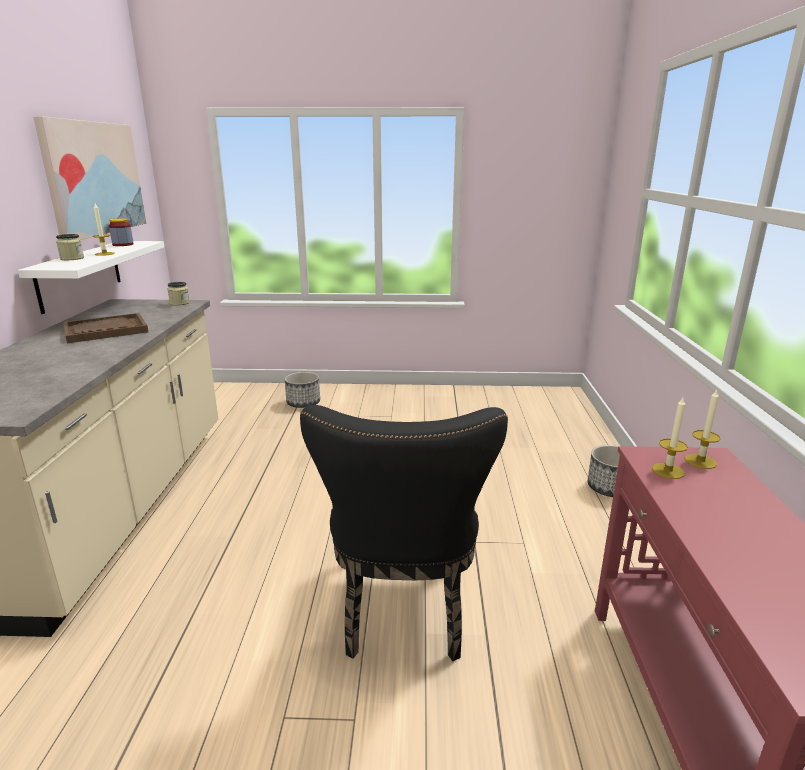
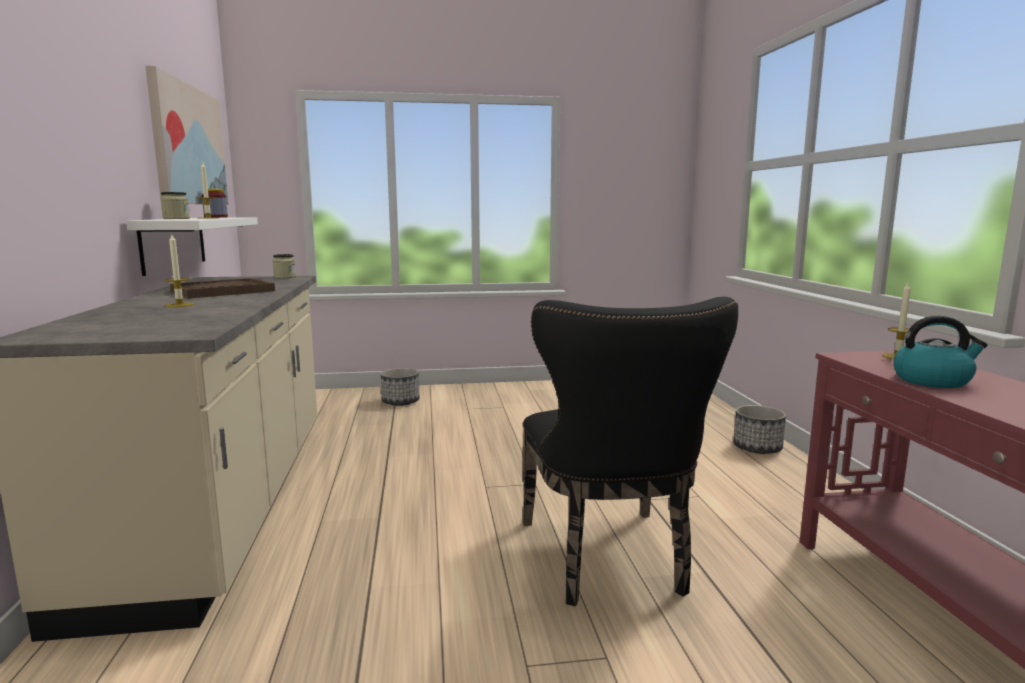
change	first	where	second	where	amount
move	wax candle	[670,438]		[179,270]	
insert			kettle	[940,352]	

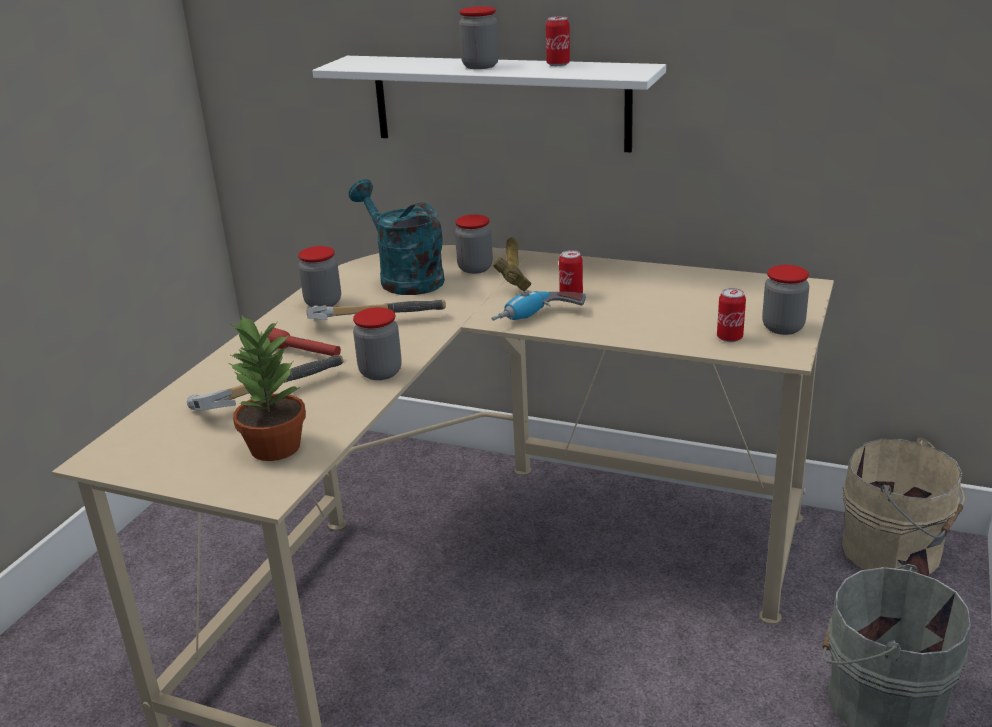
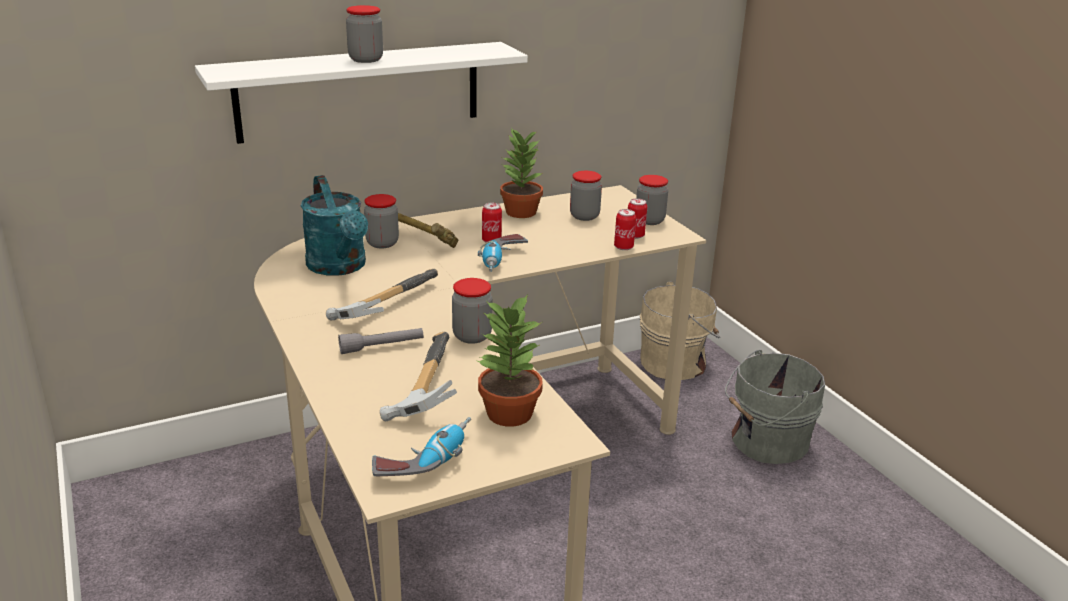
change	first	where	second	where	amount
move	sealed can	[558,41]		[625,229]	
rotate	turquoise-coloured watering can	[397,237]		[334,225]	120 degrees counterclockwise
move	preserve jar	[319,276]		[586,196]	
recolor	reddish torch	[304,342]	grey torch	[380,341]	
insert			plant in a pot	[521,173]	
insert			drill	[421,446]	

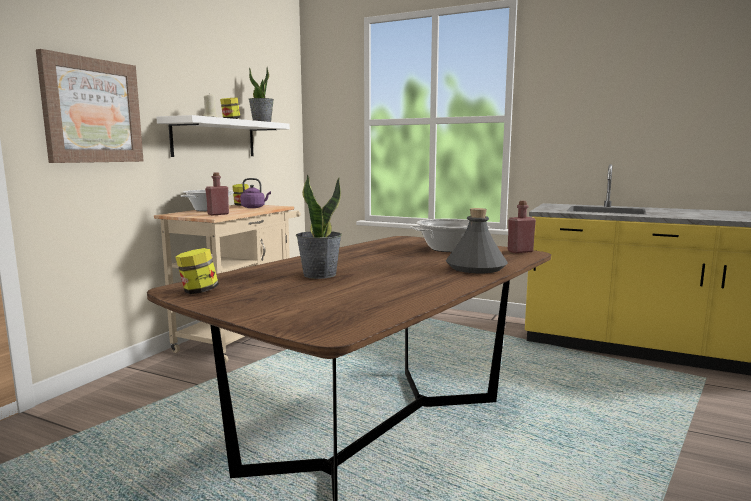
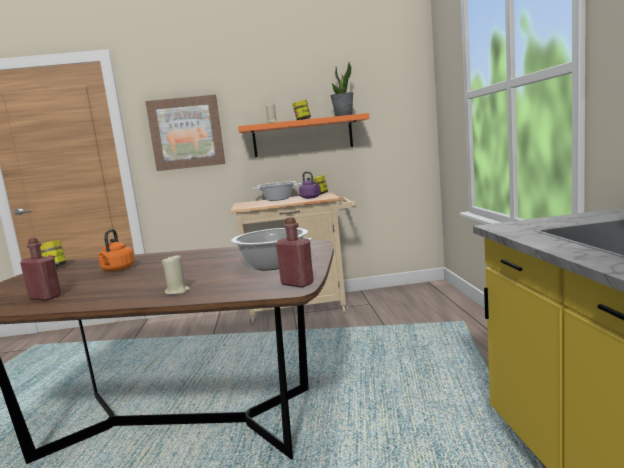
change	first	where	second	where	amount
recolor	whitish shelf	[223,136]	orangey shelf	[303,135]	
move	reddish drink bottle	[217,193]		[40,269]	
replace	plant in a pot	[319,226]	orangey kettle	[116,250]	
replace	grey drink bottle	[477,240]	beige-coloured wax candle	[176,274]	

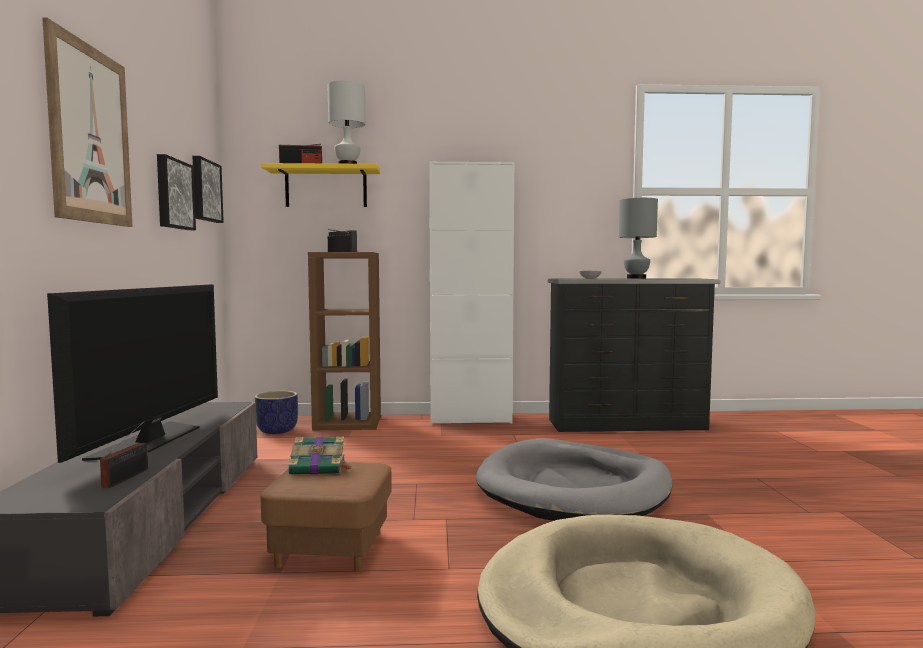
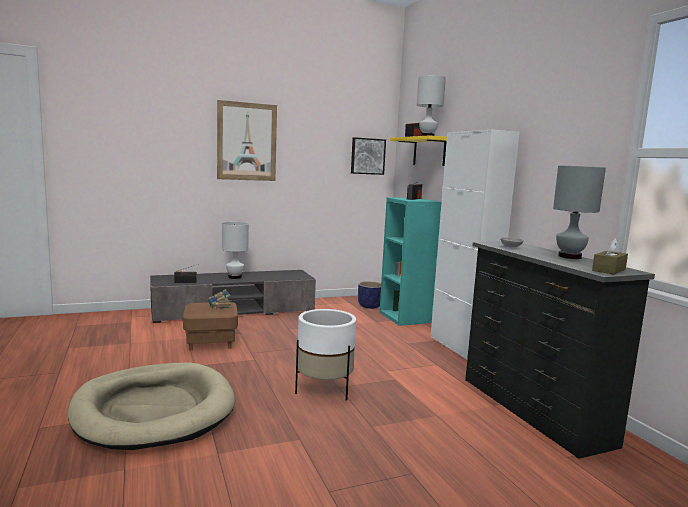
change	first	where	second	where	amount
delete	wall picture	[176,192]			
recolor	brown bookcase	[344,341]	turquoise-coloured bookcase	[410,261]	
replace	TV	[132,373]	whitish lamp for a table	[235,250]	
replace	grey dog bed	[574,479]	whitish flower pot	[325,355]	
insert			brown tissue box	[610,256]	

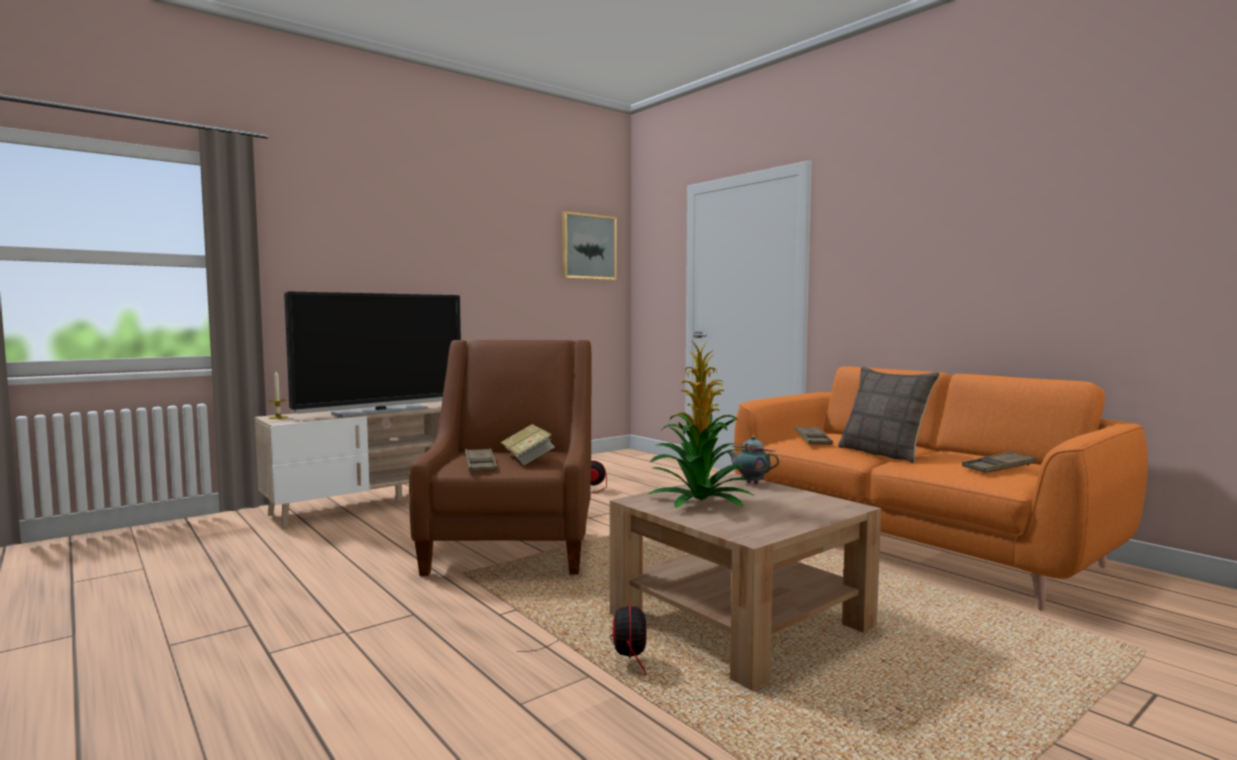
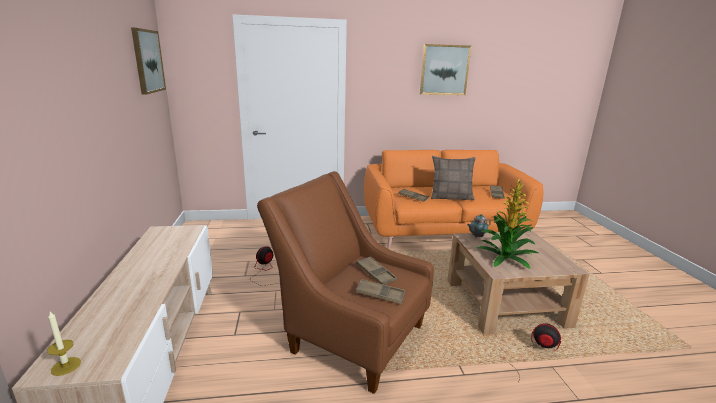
change	first	where	second	where	amount
delete	TV	[372,355]			
replace	volume	[528,444]	brown serving tray	[376,270]	
insert			wall picture	[445,69]	

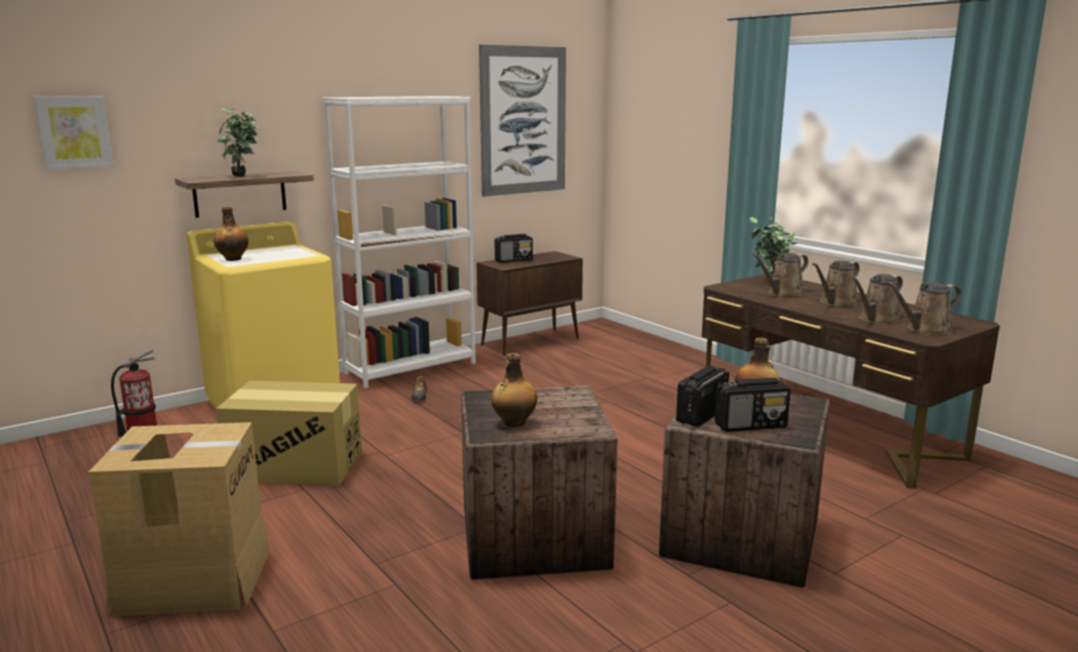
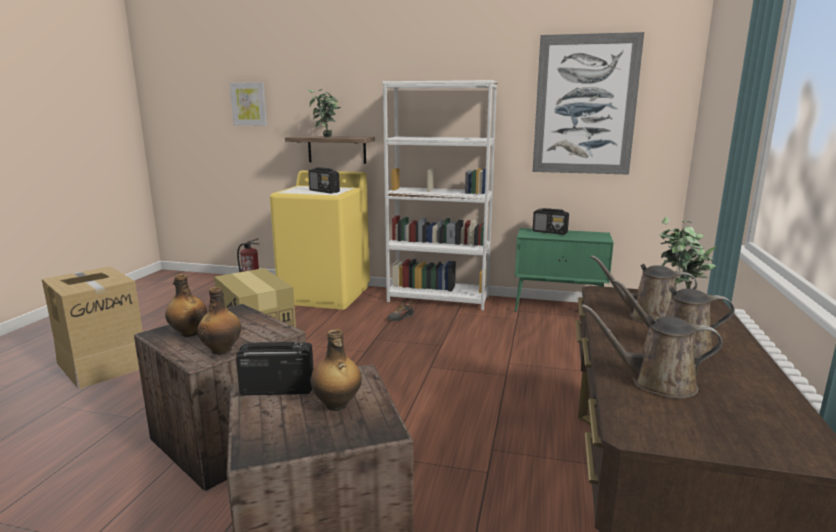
change	first	where	second	where	amount
move	drink bottle	[231,233]		[219,321]	
recolor	brown cabinet	[530,303]	green-coloured cabinet	[564,270]	
delete	brown watering can	[924,308]			
move	radio receiver	[753,405]		[324,180]	

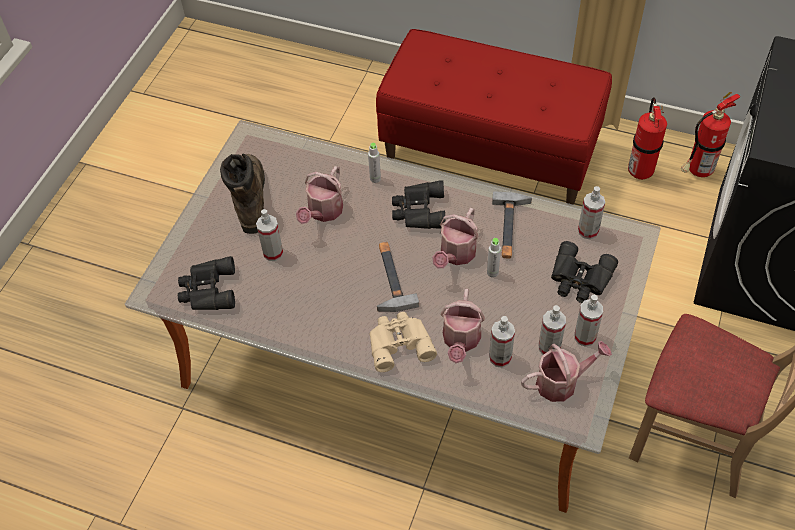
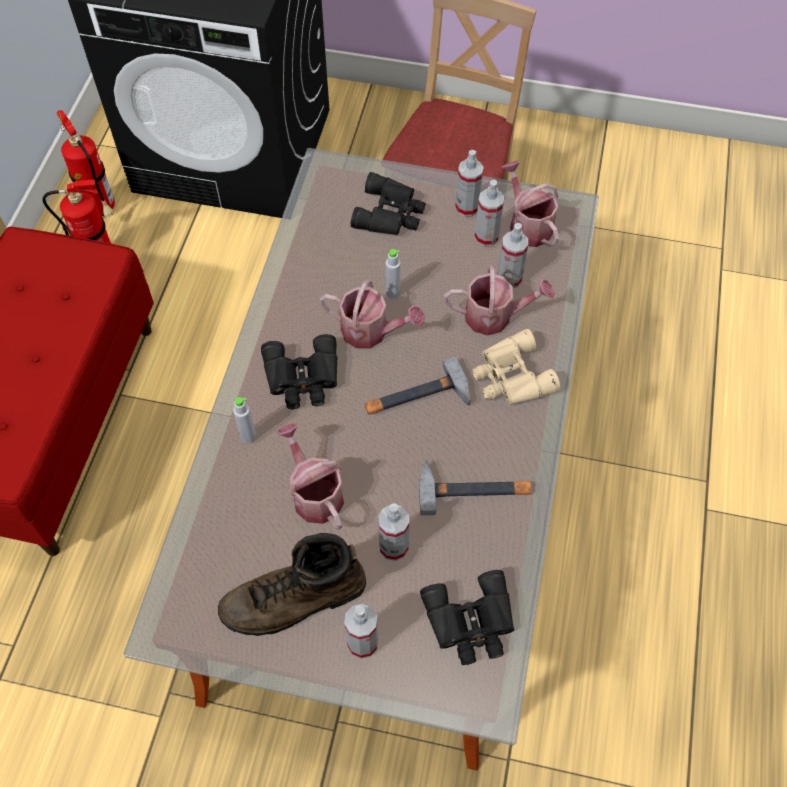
change	first	where	second	where	amount
rotate	watering can	[319,195]		[310,476]	135 degrees counterclockwise
move	spray bottle	[591,212]		[361,631]	
move	hand hammer	[512,225]		[475,487]	

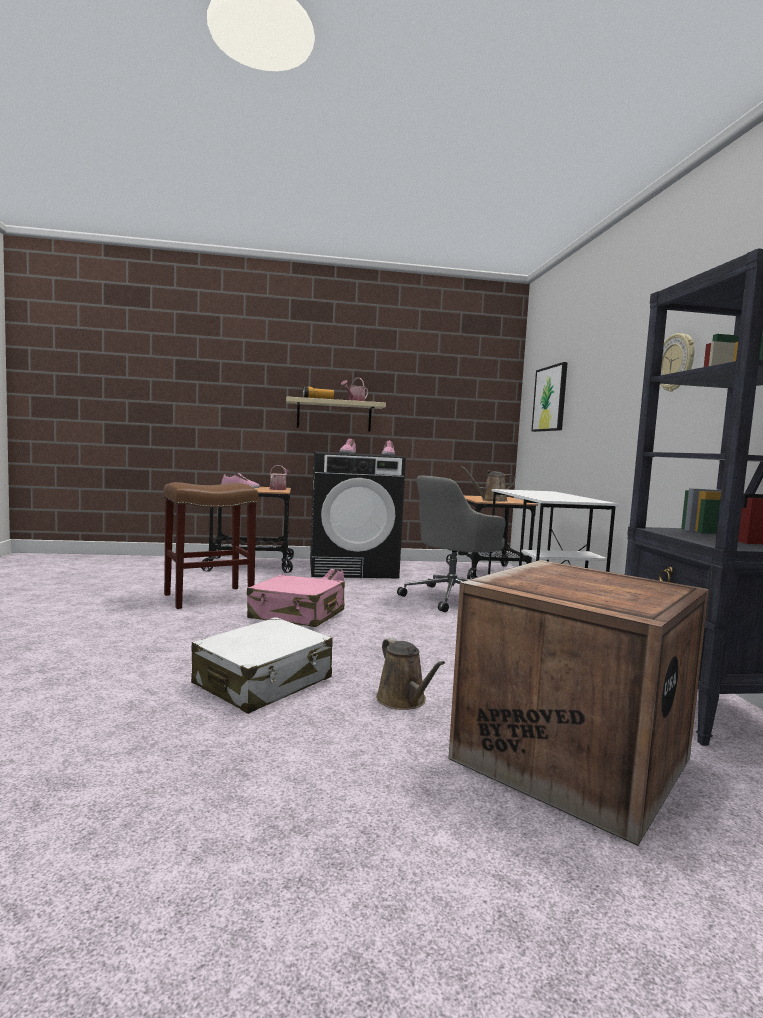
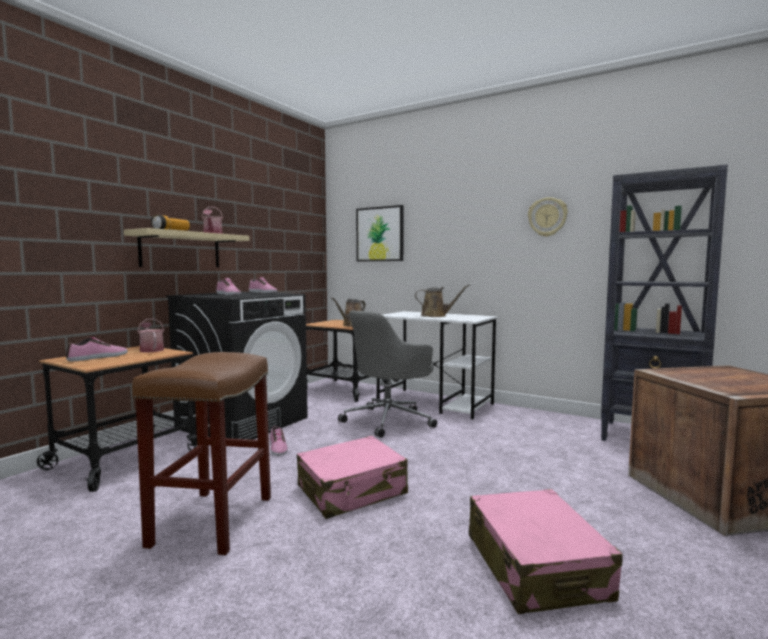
change	first	where	second	where	amount
rotate	grey desk chair	[451,543]		[387,374]	45 degrees clockwise
recolor	whitish suitcase	[262,665]	pink suitcase	[546,551]	
move	brown watering can	[410,674]		[442,300]	

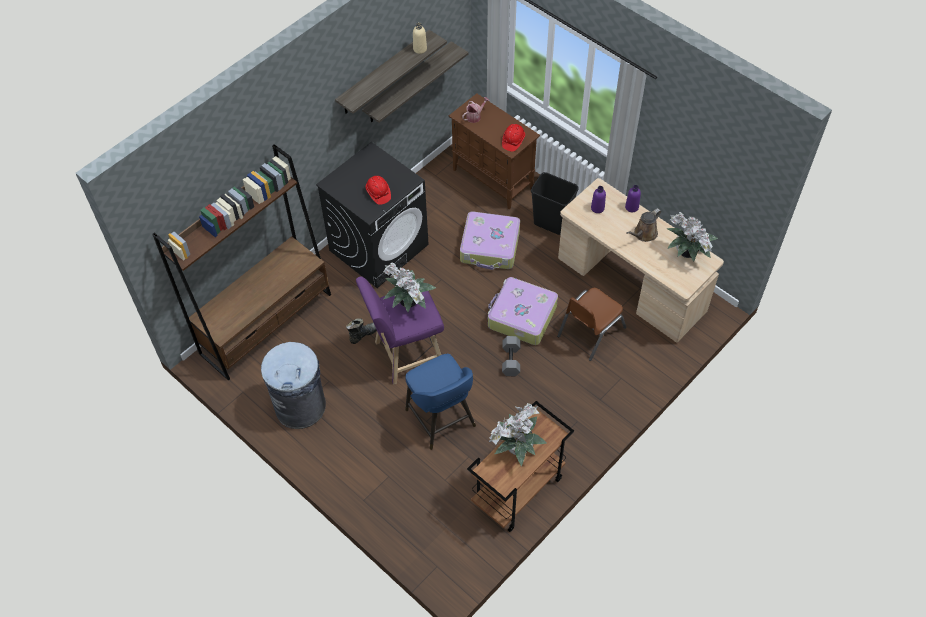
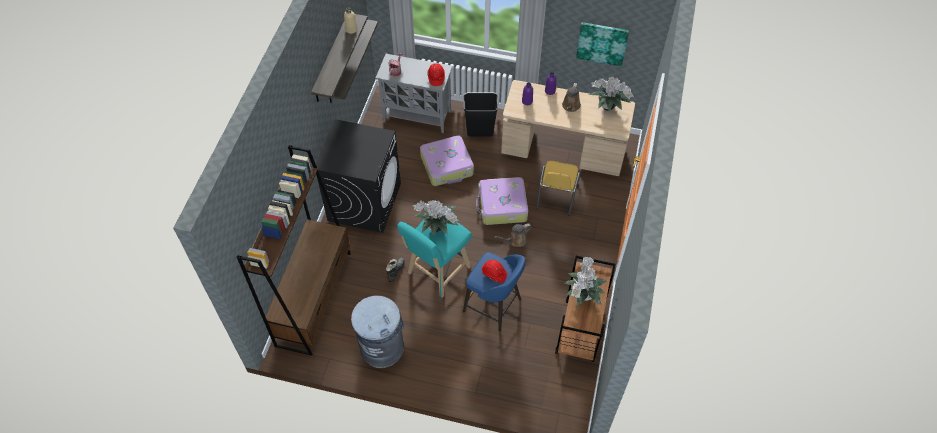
change	first	where	second	where	amount
recolor	brown cabinet	[494,151]	grey cabinet	[414,93]	
move	reddish safety helmet	[378,190]		[494,271]	
recolor	purple stool seat	[400,330]	turquoise-coloured stool seat	[434,259]	
recolor	brown plain chair	[592,324]	yellow plain chair	[558,188]	
replace	grey hand weight	[511,356]	brown watering can	[513,235]	
insert			wall picture	[602,44]	

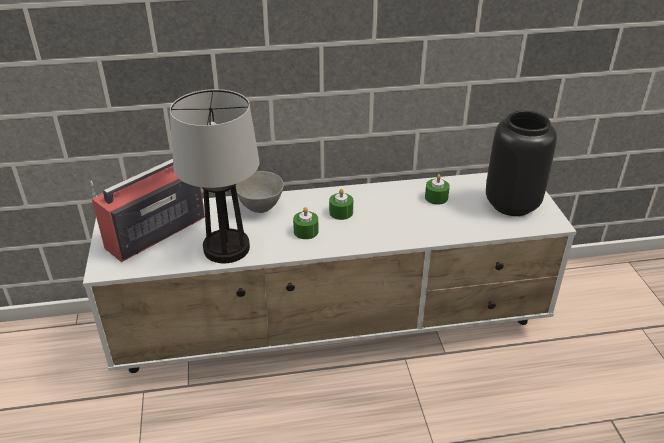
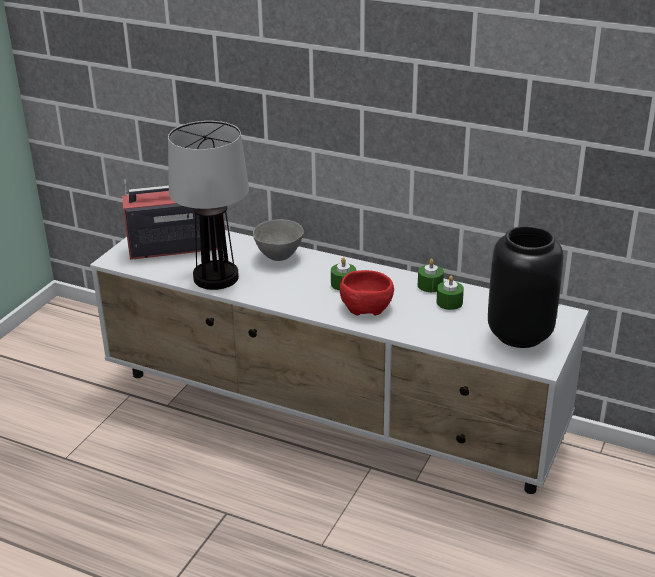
change	first	where	second	where	amount
move	green-coloured wax candle	[305,223]		[431,275]	
insert			reddish deep dish	[366,293]	

